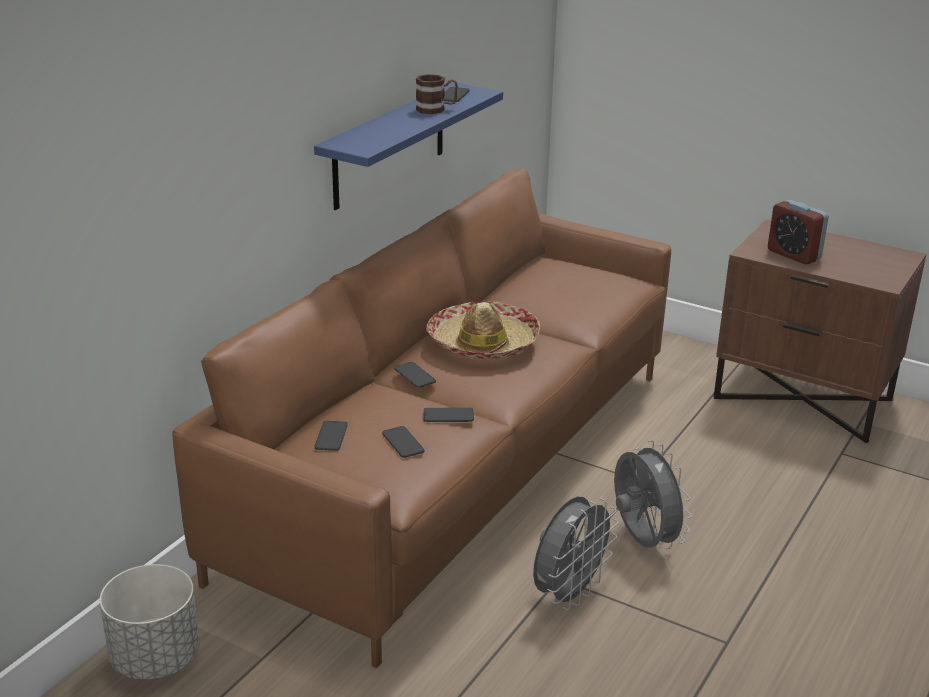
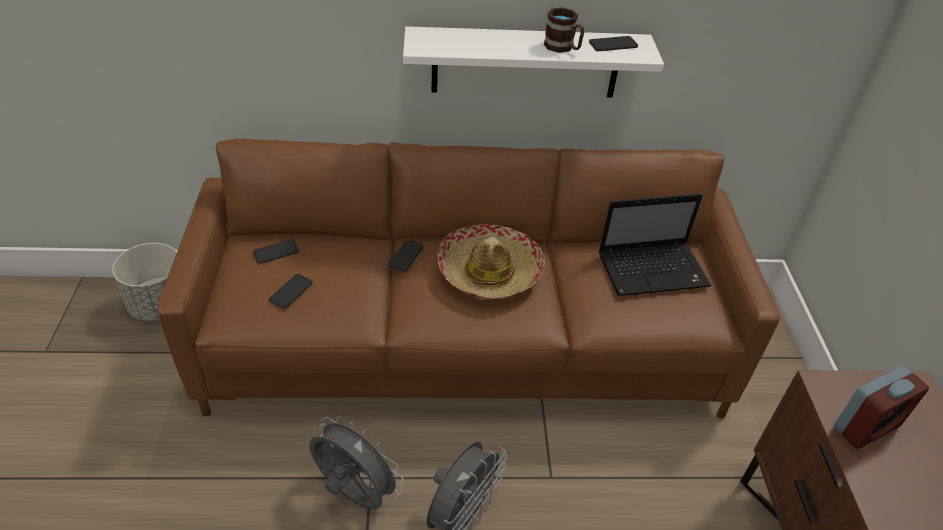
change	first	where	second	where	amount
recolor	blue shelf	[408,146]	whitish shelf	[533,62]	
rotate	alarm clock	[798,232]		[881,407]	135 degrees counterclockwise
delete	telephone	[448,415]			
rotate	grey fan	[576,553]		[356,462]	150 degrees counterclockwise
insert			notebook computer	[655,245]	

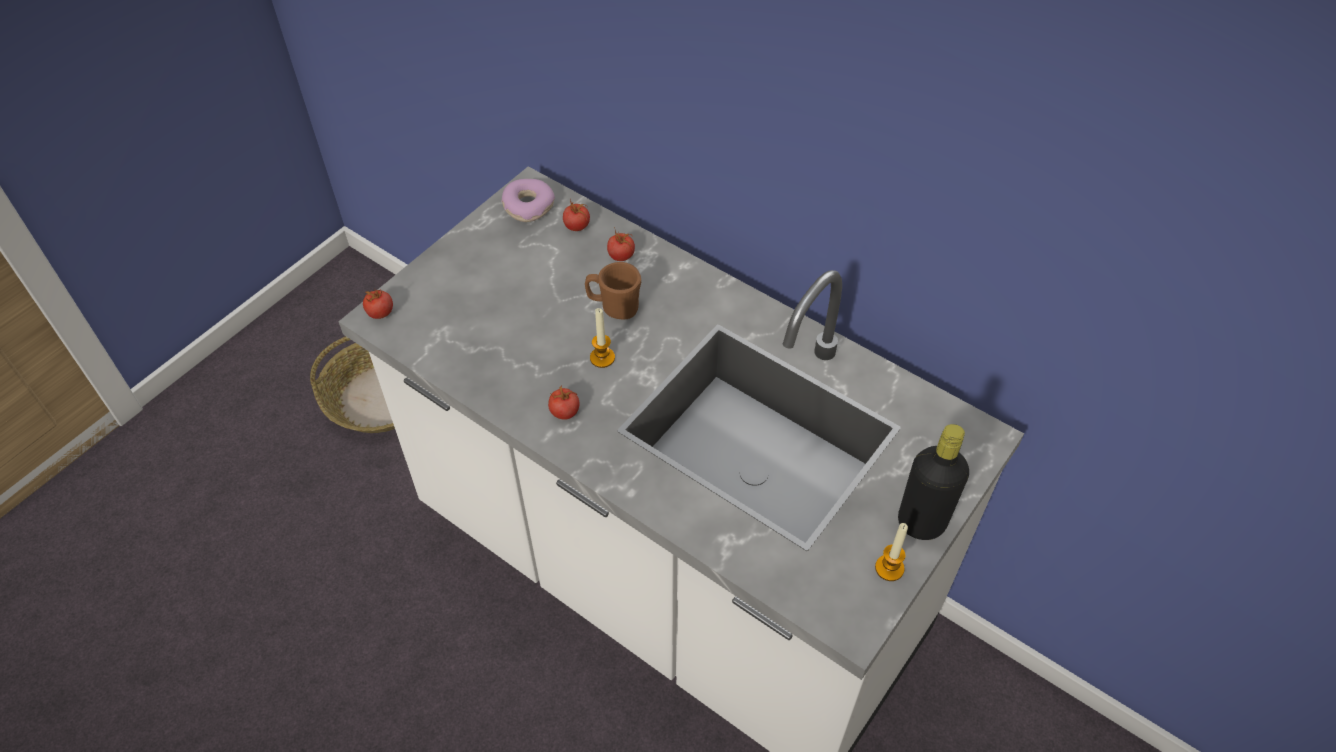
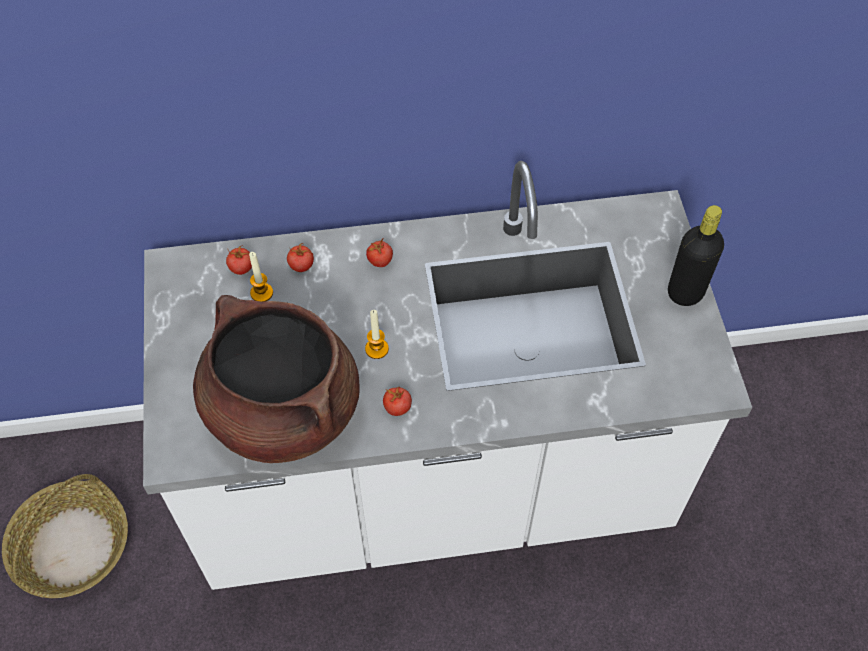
change	first	where	second	where	amount
delete	doughnut	[528,200]			
delete	brown tea mug	[613,291]			
move	tomato	[378,304]		[379,252]	
move	wax candle	[891,552]		[261,277]	
insert			brown saucepot	[276,379]	

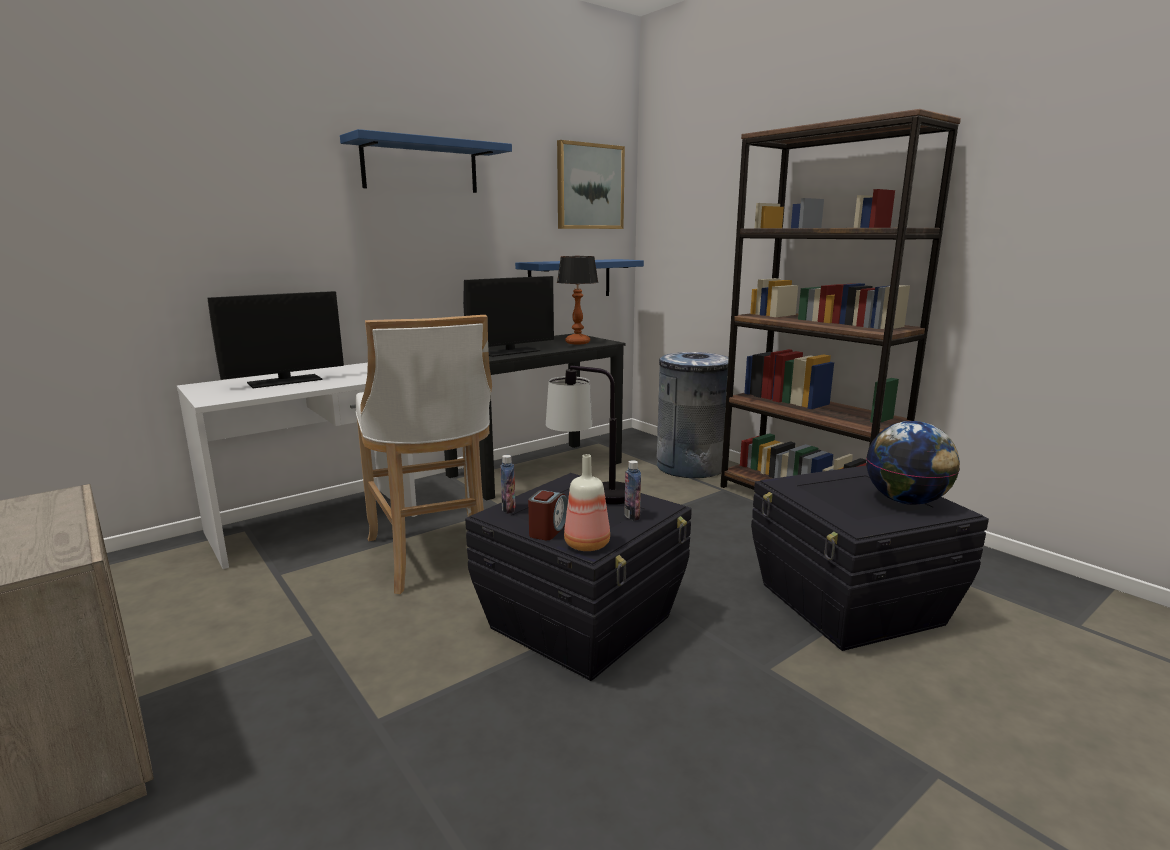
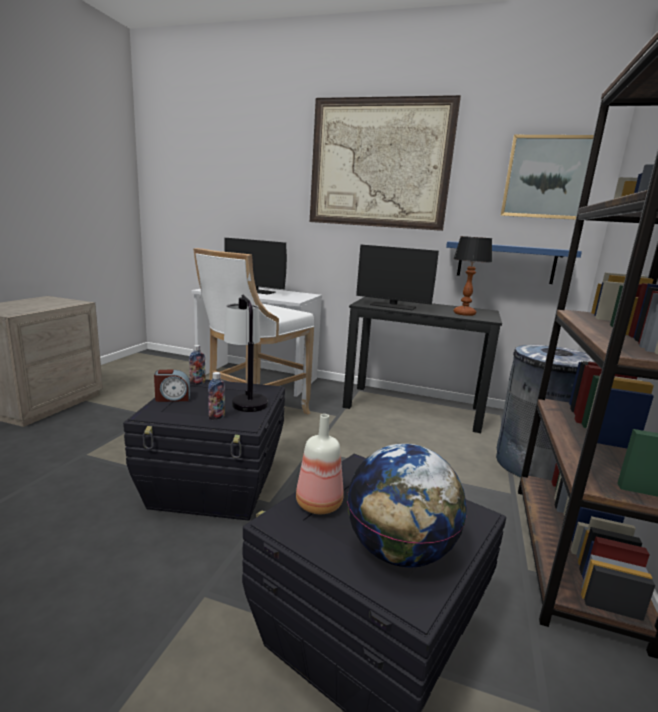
change	first	where	second	where	amount
replace	blue shelf	[426,161]	wall picture	[385,163]	
move	drink bottle	[587,502]		[319,464]	

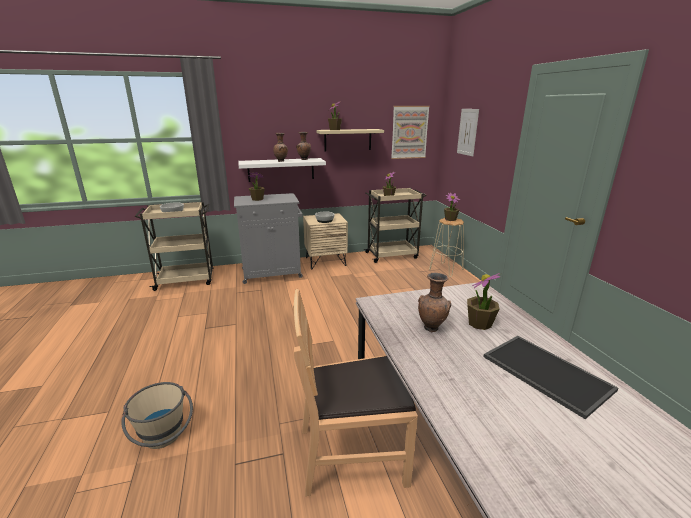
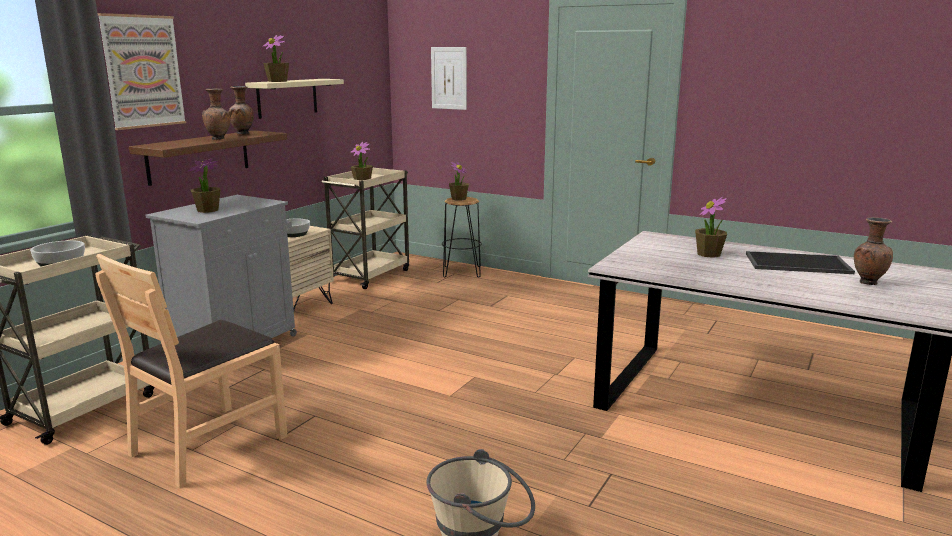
change	first	where	second	where	amount
move	wall picture	[410,132]		[142,71]	
recolor	whitish shelf	[282,170]	brown shelf	[208,158]	
recolor	beige-coloured stool seat	[446,247]	black-coloured stool seat	[462,237]	
move	brown vase	[434,302]		[873,251]	
move	brown plain chair	[355,392]		[191,371]	

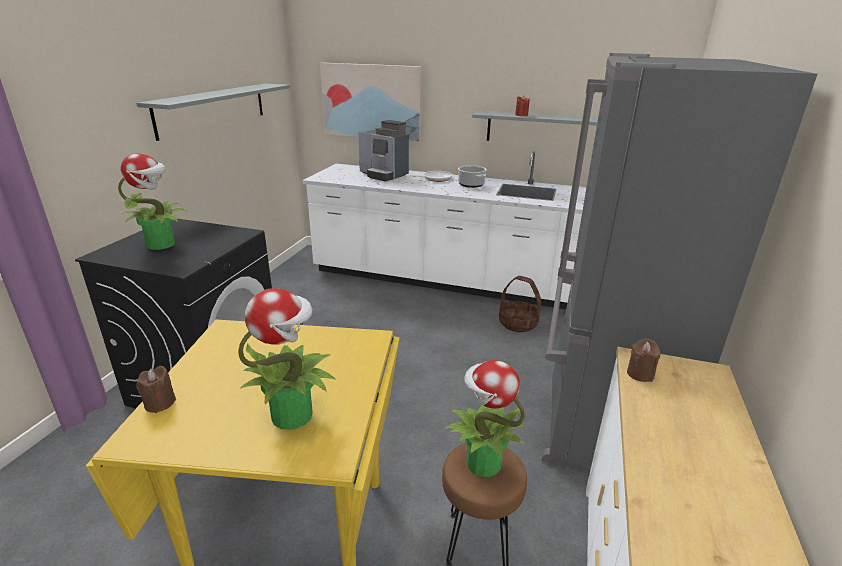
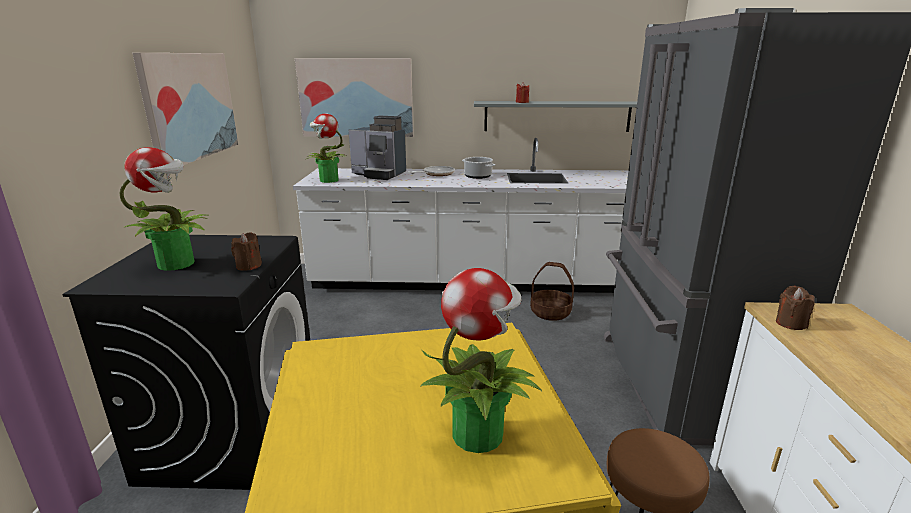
change	first	where	second	where	amount
replace	grey shelf	[213,112]	wall picture	[185,109]	
move	plant in a pot	[485,418]		[326,148]	
move	brown wax candle	[156,389]		[246,252]	

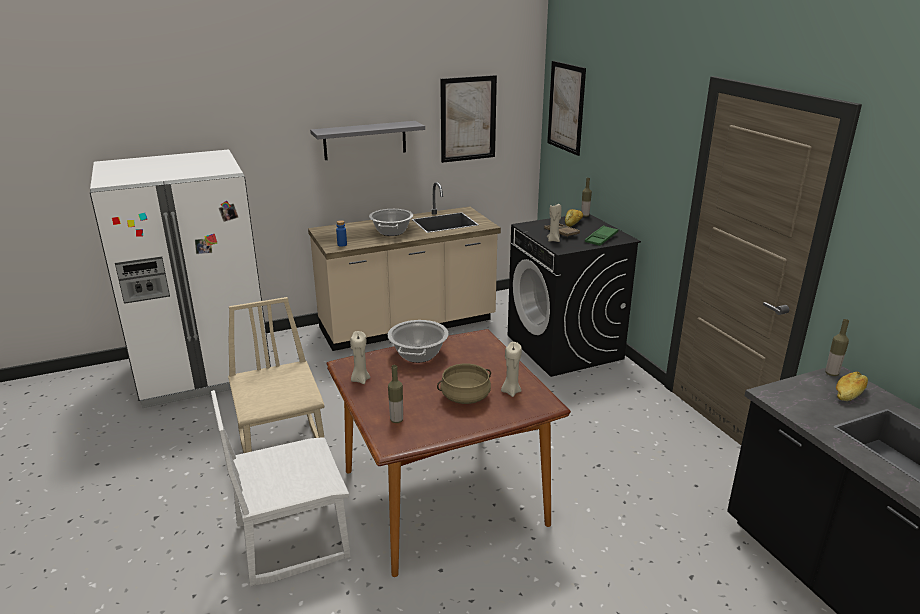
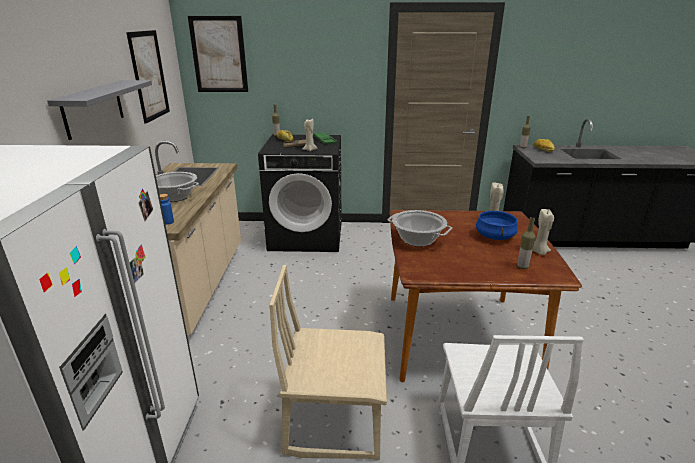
change	first	where	second	where	amount
move	beige-coloured wax candle	[360,357]		[543,232]	
recolor	beige-coloured saucepot	[464,384]	blue saucepot	[497,225]	

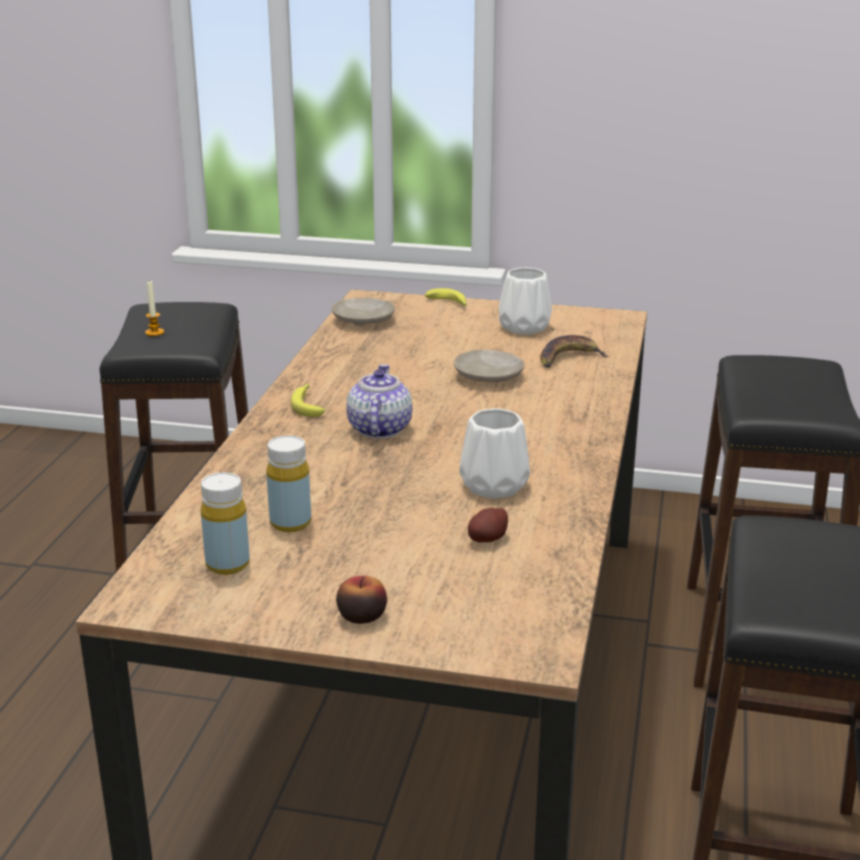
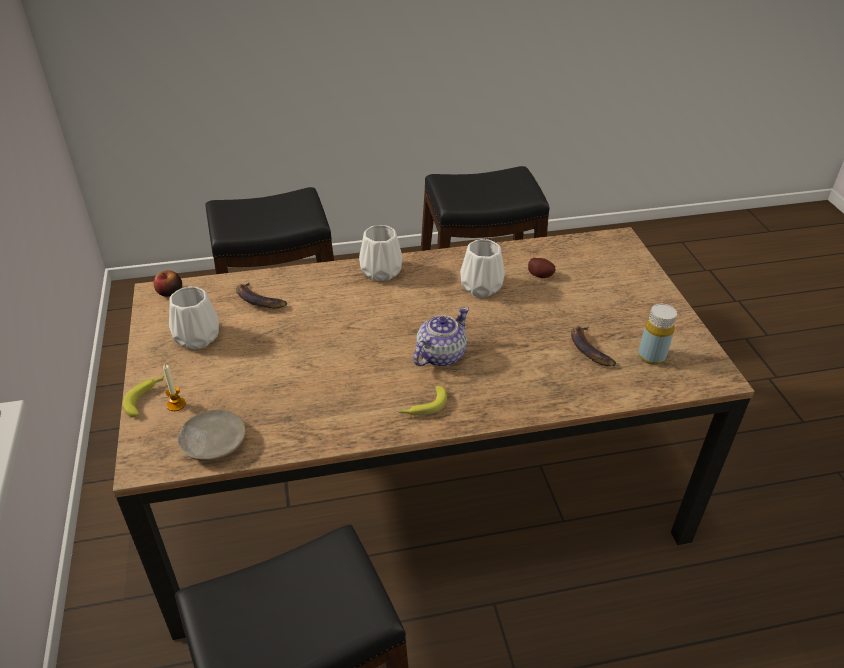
change	first	where	second	where	amount
move	wax candle	[154,308]		[174,388]	
delete	beige-coloured plate	[489,366]			
rotate	tea pot	[379,401]		[441,337]	150 degrees clockwise
replace	yellow drink bottle	[288,483]	whole banana	[593,346]	
move	whole apple	[361,600]		[168,283]	
insert			whitish vase	[380,253]	

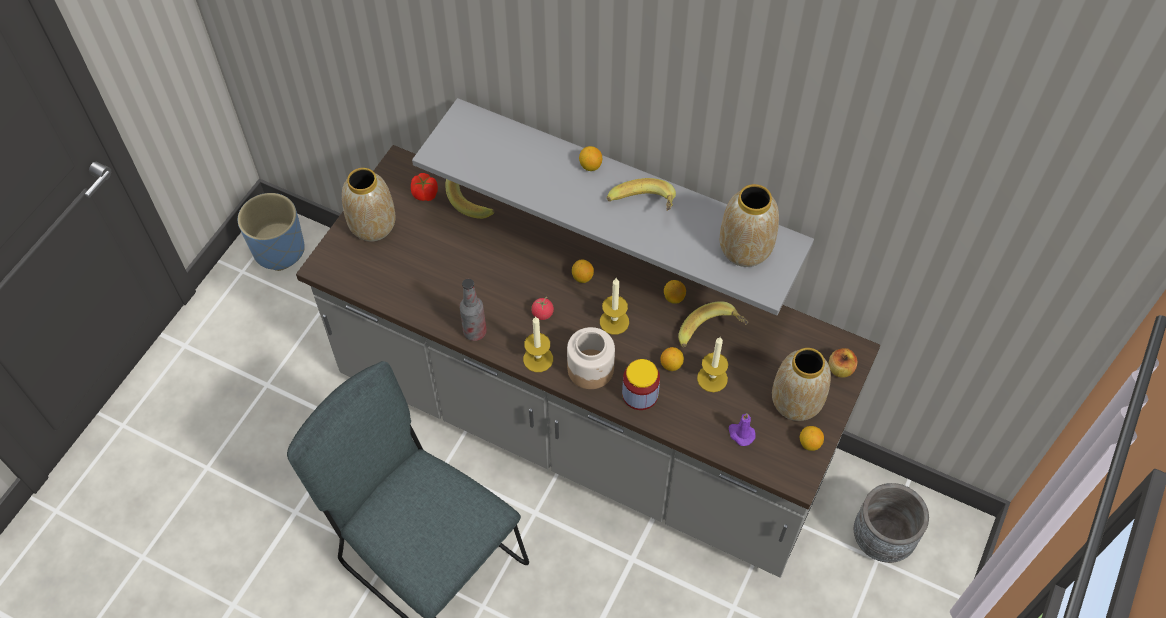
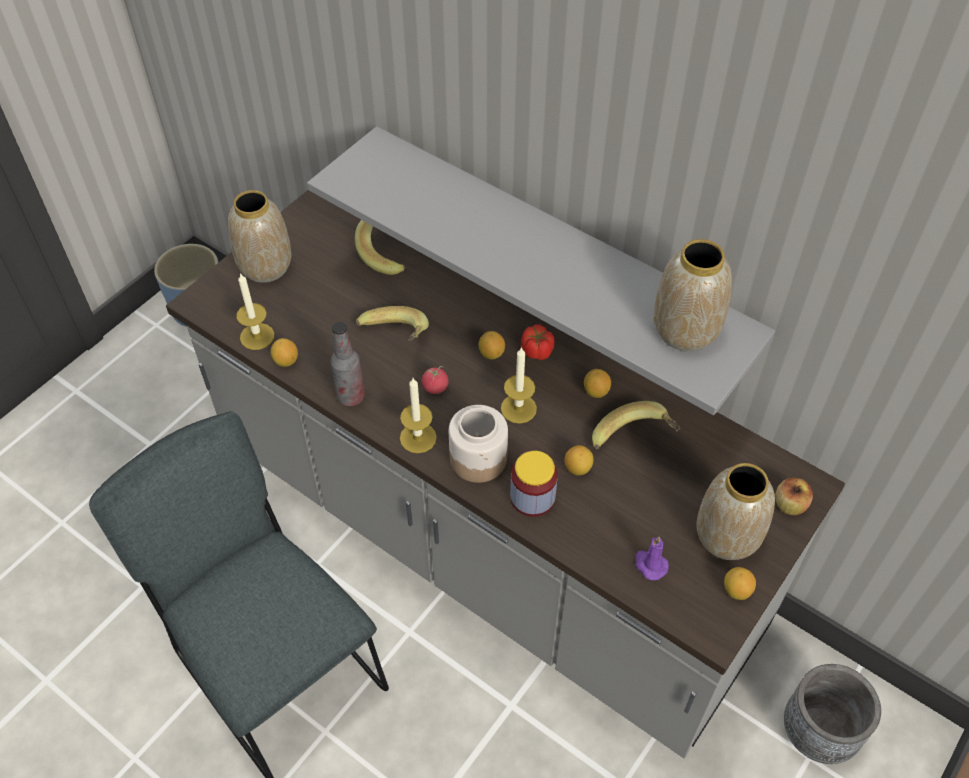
change	first	where	second	where	amount
move	whole lemon	[590,158]		[284,352]	
move	tomato	[424,187]		[537,342]	
move	whole banana	[641,194]		[392,323]	
move	wax candle	[712,364]		[255,311]	

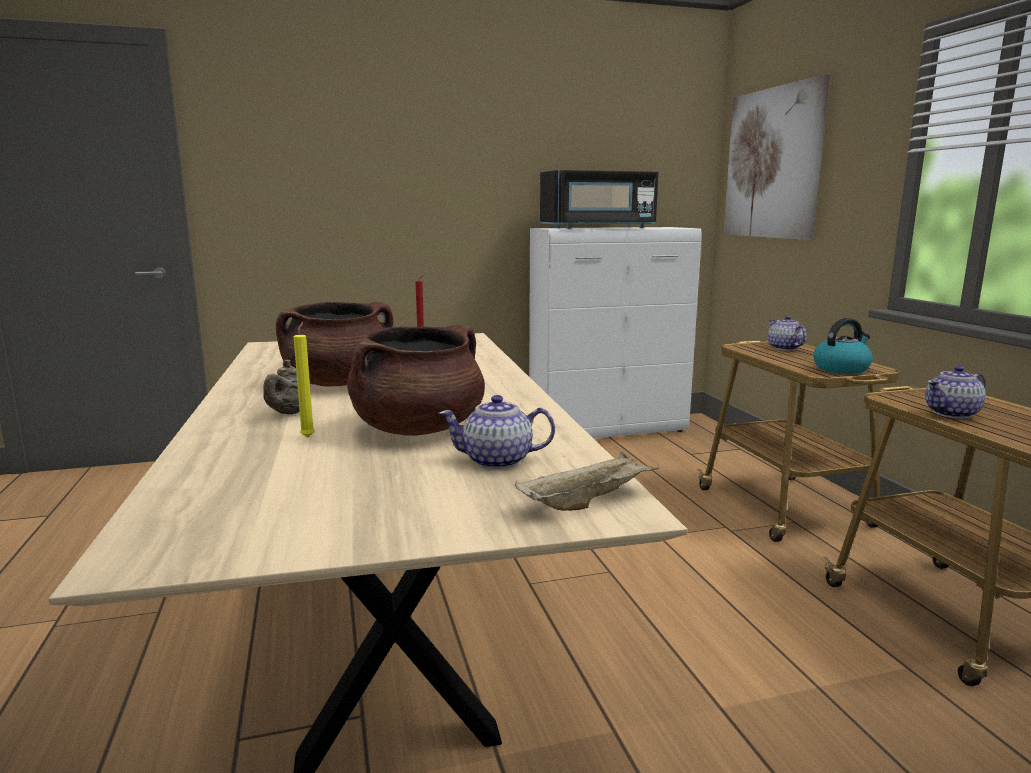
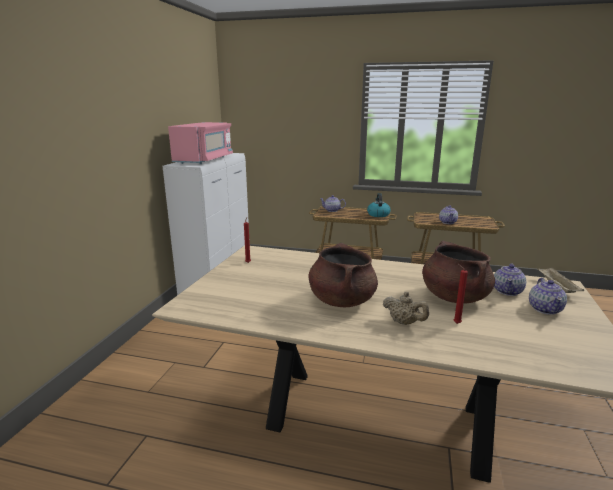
change	first	where	second	where	amount
delete	wall picture	[776,157]			
recolor	black-coloured microwave oven	[599,199]	pink microwave oven	[200,143]	
recolor	yellow wax candle	[304,380]	reddish wax candle	[460,294]	
insert			tea pot	[548,296]	

